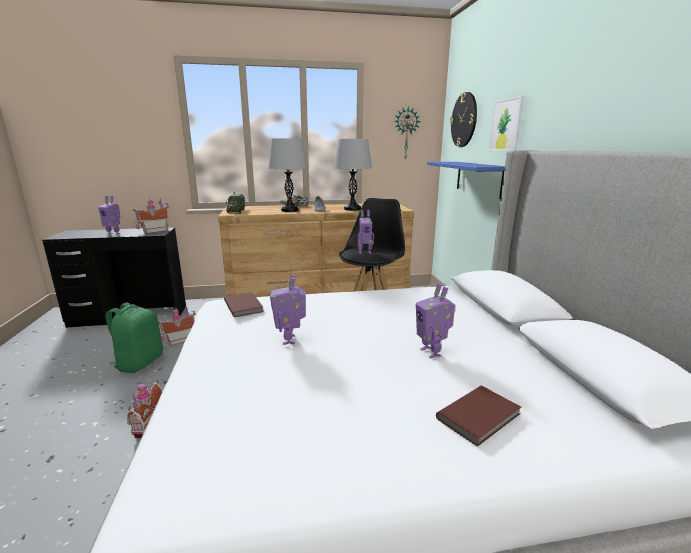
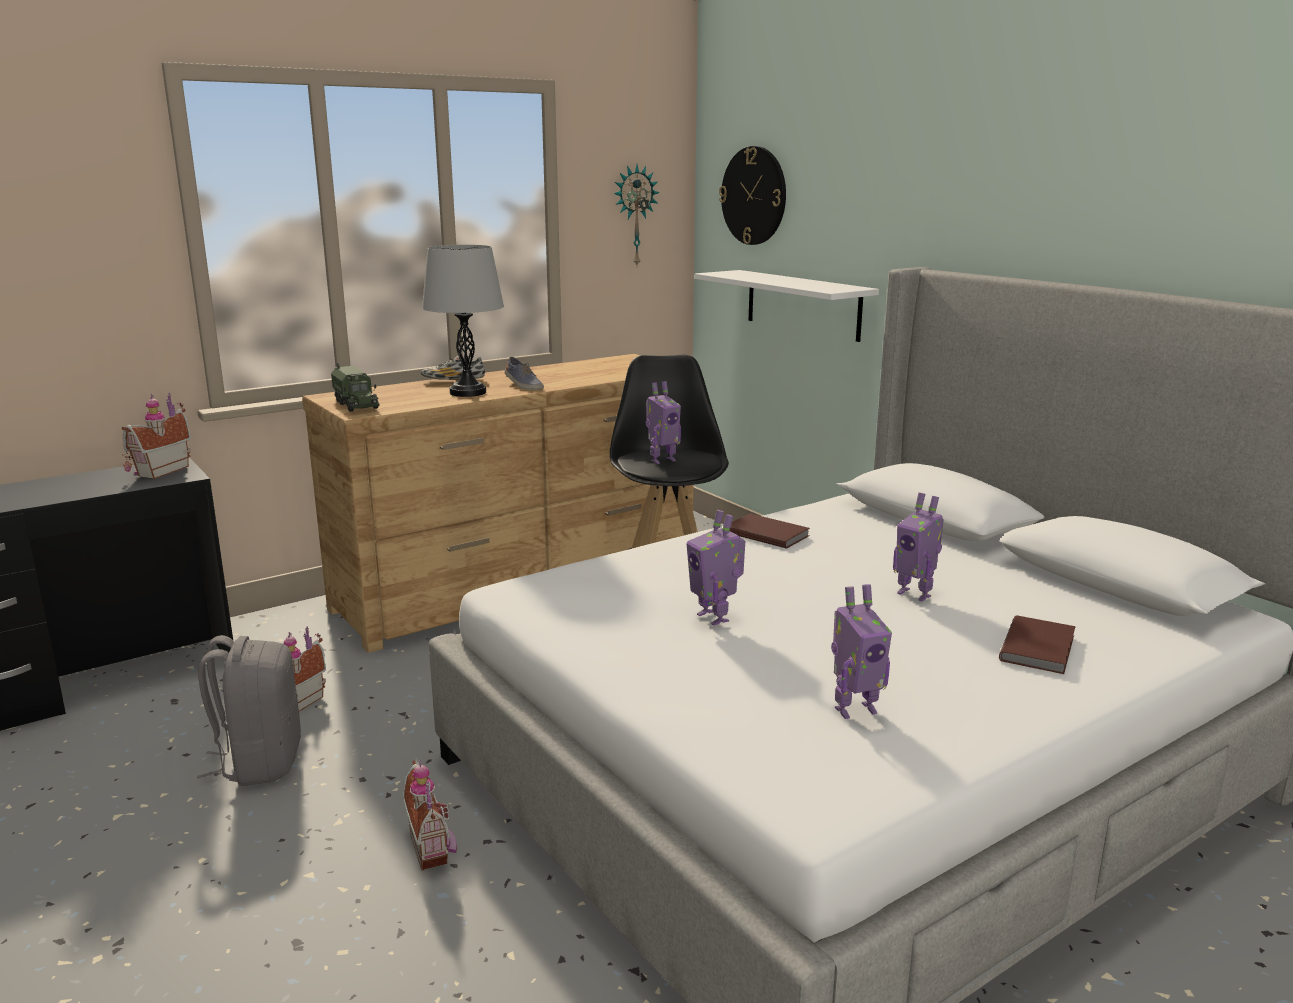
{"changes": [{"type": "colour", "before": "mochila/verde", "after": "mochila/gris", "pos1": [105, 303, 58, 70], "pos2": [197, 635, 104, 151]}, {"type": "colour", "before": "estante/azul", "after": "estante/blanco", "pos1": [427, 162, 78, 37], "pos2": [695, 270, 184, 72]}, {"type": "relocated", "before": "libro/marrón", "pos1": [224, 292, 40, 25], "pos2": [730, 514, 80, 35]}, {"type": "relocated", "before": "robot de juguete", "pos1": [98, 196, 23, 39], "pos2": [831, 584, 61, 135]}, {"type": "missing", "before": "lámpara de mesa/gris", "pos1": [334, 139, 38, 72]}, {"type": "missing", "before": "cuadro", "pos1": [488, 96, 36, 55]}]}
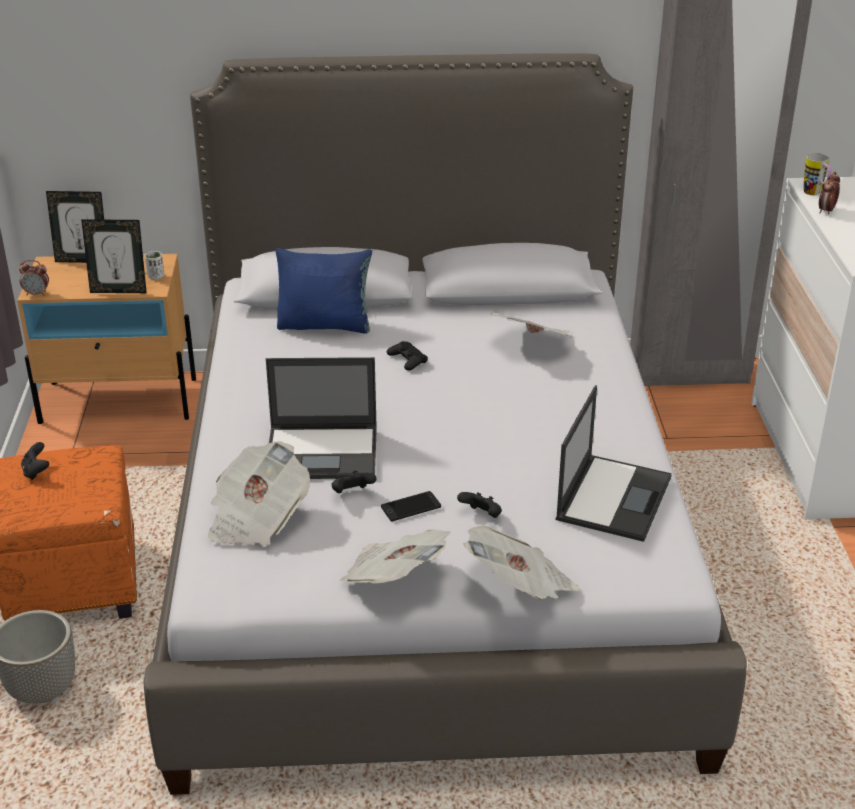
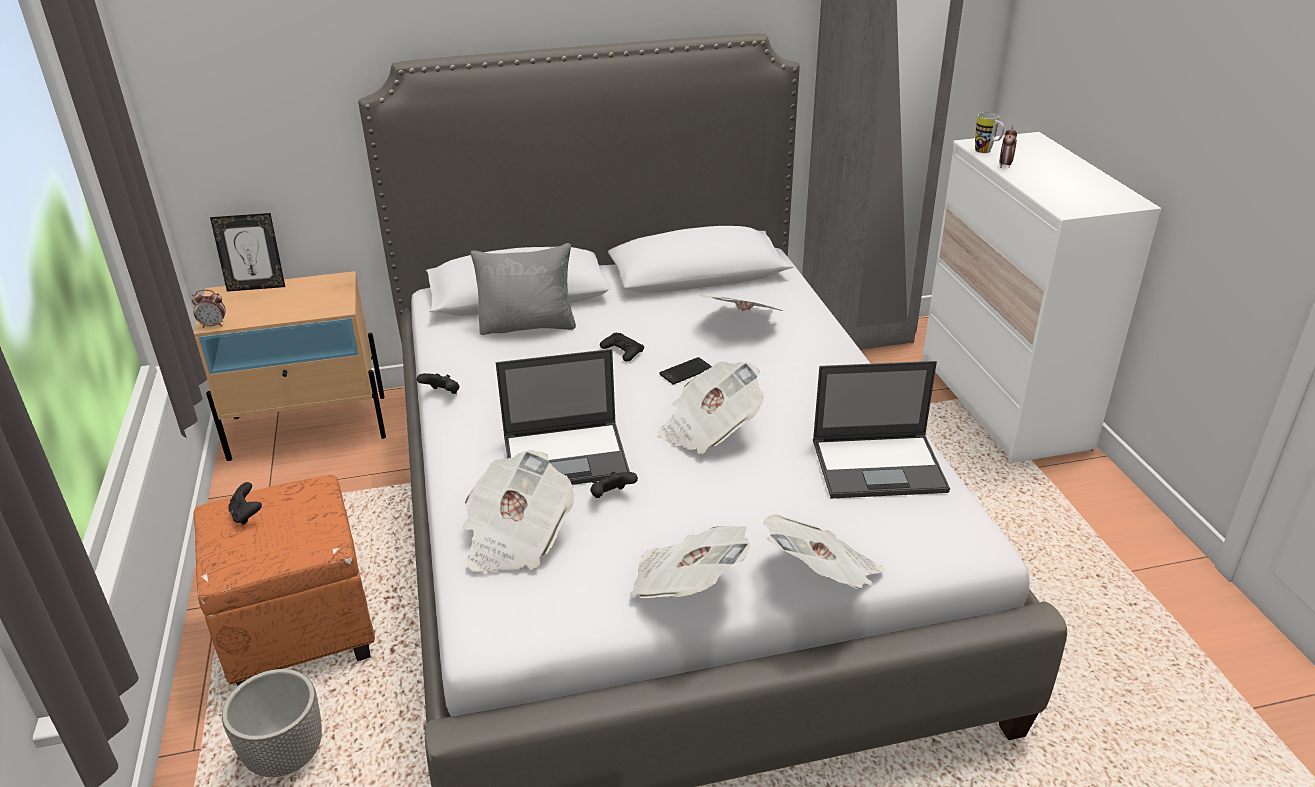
{"changes": [{"type": "relocated", "before": "mando de consola/negro", "pos1": [457, 492, 45, 26], "pos2": [417, 373, 43, 21]}, {"type": "colour", "before": "cojín/azul", "after": "cojín/gris", "pos1": [275, 248, 97, 86], "pos2": [470, 243, 106, 92]}, {"type": "appeared", "after": "periódico", "pos2": [658, 361, 106, 93]}, {"type": "relocated", "before": "móvil", "pos1": [381, 491, 60, 31], "pos2": [659, 357, 53, 27]}, {"type": "spun", "before": "portátil", "pos1": [555, 385, 117, 157], "pos2": [813, 361, 137, 138], "turn": 75}, {"type": "missing", "before": "portarretratos", "pos1": [81, 219, 66, 74]}, {"type": "missing", "before": "taza/blanco", "pos1": [144, 251, 20, 29]}]}
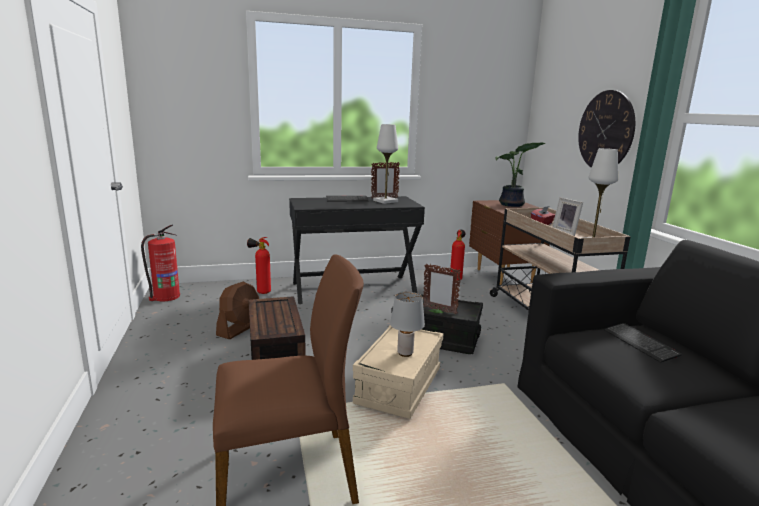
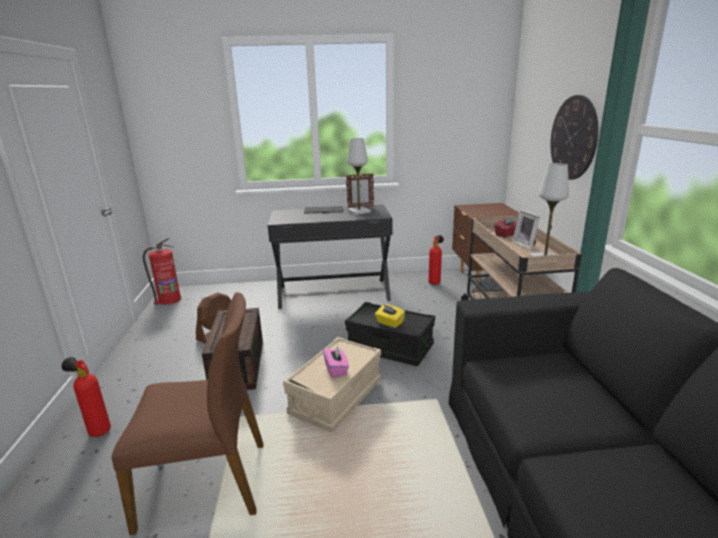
{"changes": [{"type": "relocated", "before": "extintor", "pos1": [247, 237, 24, 57], "pos2": [62, 357, 49, 80]}, {"type": "exchanged", "before": "lámpara de mesa/gris", "after": "caja de pañuelos/rosa", "pos1": [390, 292, 35, 65], "pos2": [323, 345, 26, 33]}, {"type": "exchanged", "before": "portarretratos", "after": "caja de pañuelos/amarillo", "pos1": [423, 264, 38, 50], "pos2": [375, 304, 30, 24]}, {"type": "missing", "before": "planta en maceta", "pos1": [495, 142, 51, 65]}, {"type": "missing", "before": "teclado", "pos1": [604, 323, 78, 40]}]}
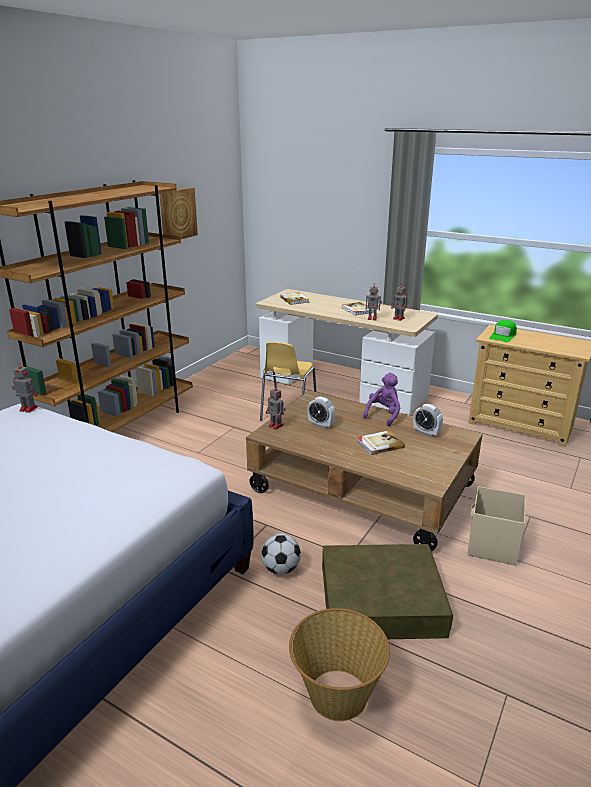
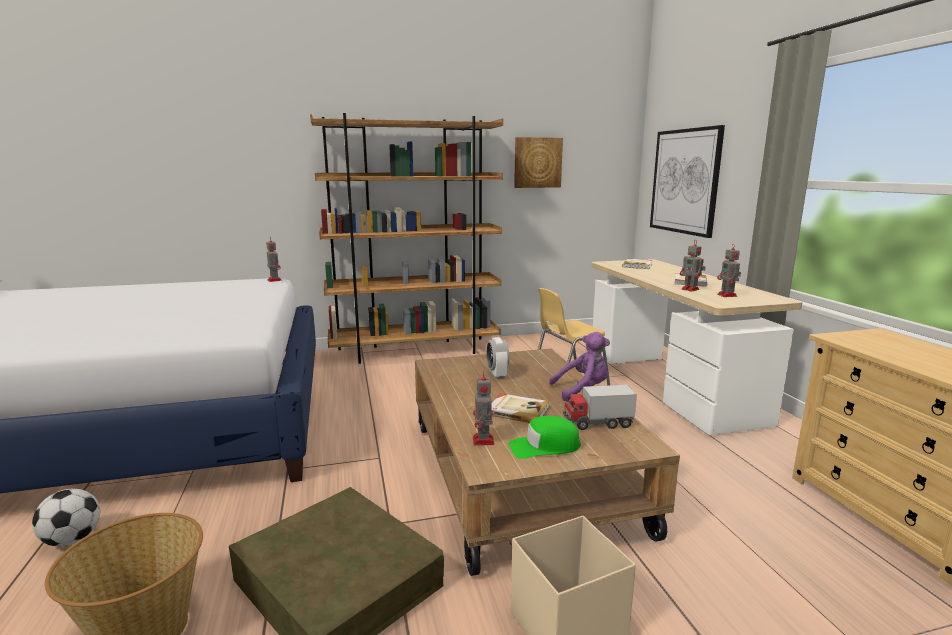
{"changes": [{"type": "relocated", "before": "balón de fútbol", "pos1": [261, 533, 40, 42], "pos2": [32, 489, 68, 57]}, {"type": "relocated", "before": "robot de juguete", "pos1": [266, 386, 20, 44], "pos2": [473, 371, 21, 74]}, {"type": "relocated", "before": "gorra/verde", "pos1": [489, 320, 28, 22], "pos2": [508, 416, 72, 43]}, {"type": "exchanged", "before": "despertador", "after": "camión de juguete", "pos1": [413, 404, 30, 33], "pos2": [563, 385, 74, 45]}, {"type": "appeared", "after": "cuadro", "pos2": [650, 125, 75, 113]}]}
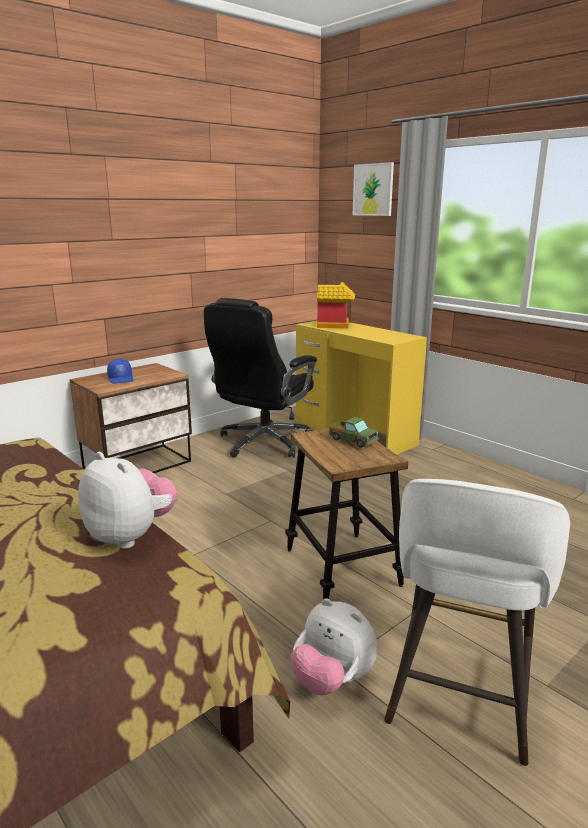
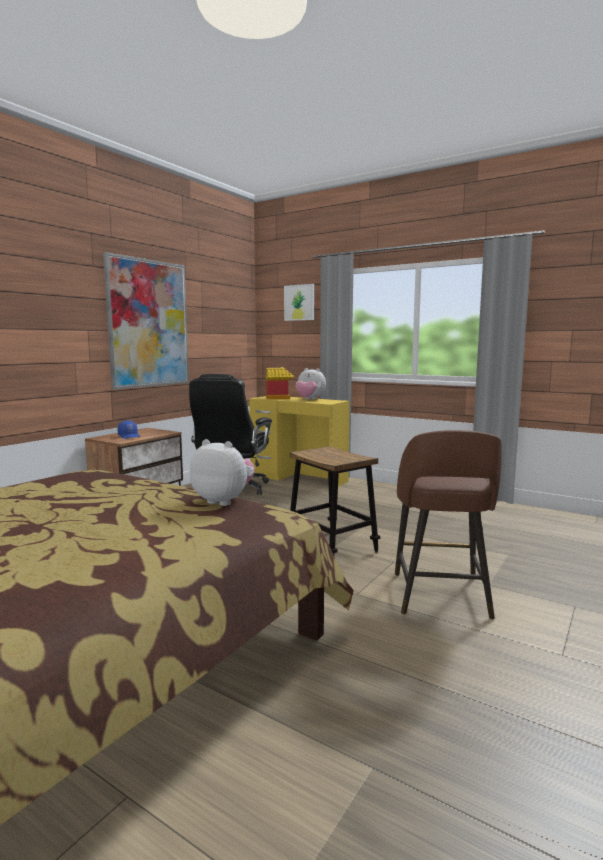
{"changes": [{"type": "appeared", "after": "cuadro", "pos2": [103, 252, 86, 137]}, {"type": "relocated", "before": "peluche", "pos1": [291, 598, 87, 97], "pos2": [295, 368, 31, 32]}, {"type": "colour", "before": "taburete/blanco", "after": "taburete/marrón", "pos1": [384, 479, 186, 287], "pos2": [395, 430, 107, 189]}, {"type": "missing", "before": "camión de juguete", "pos1": [329, 417, 49, 31]}]}
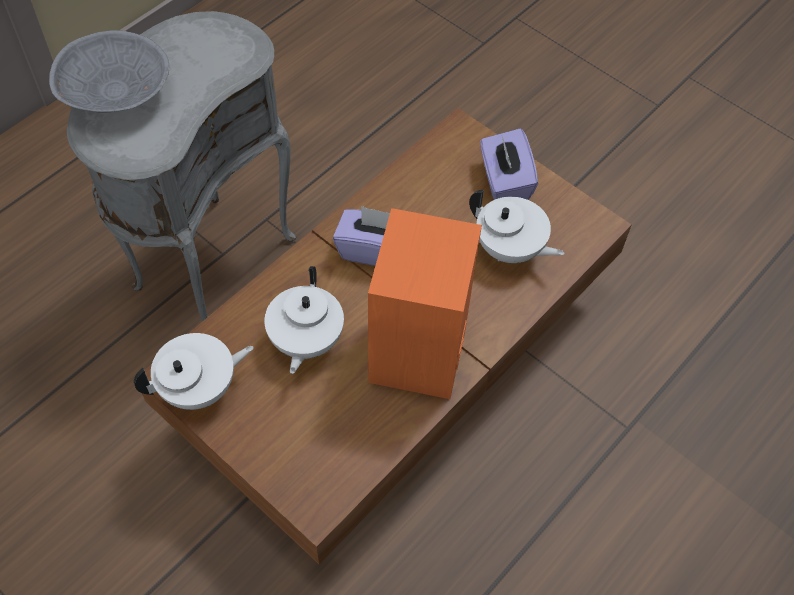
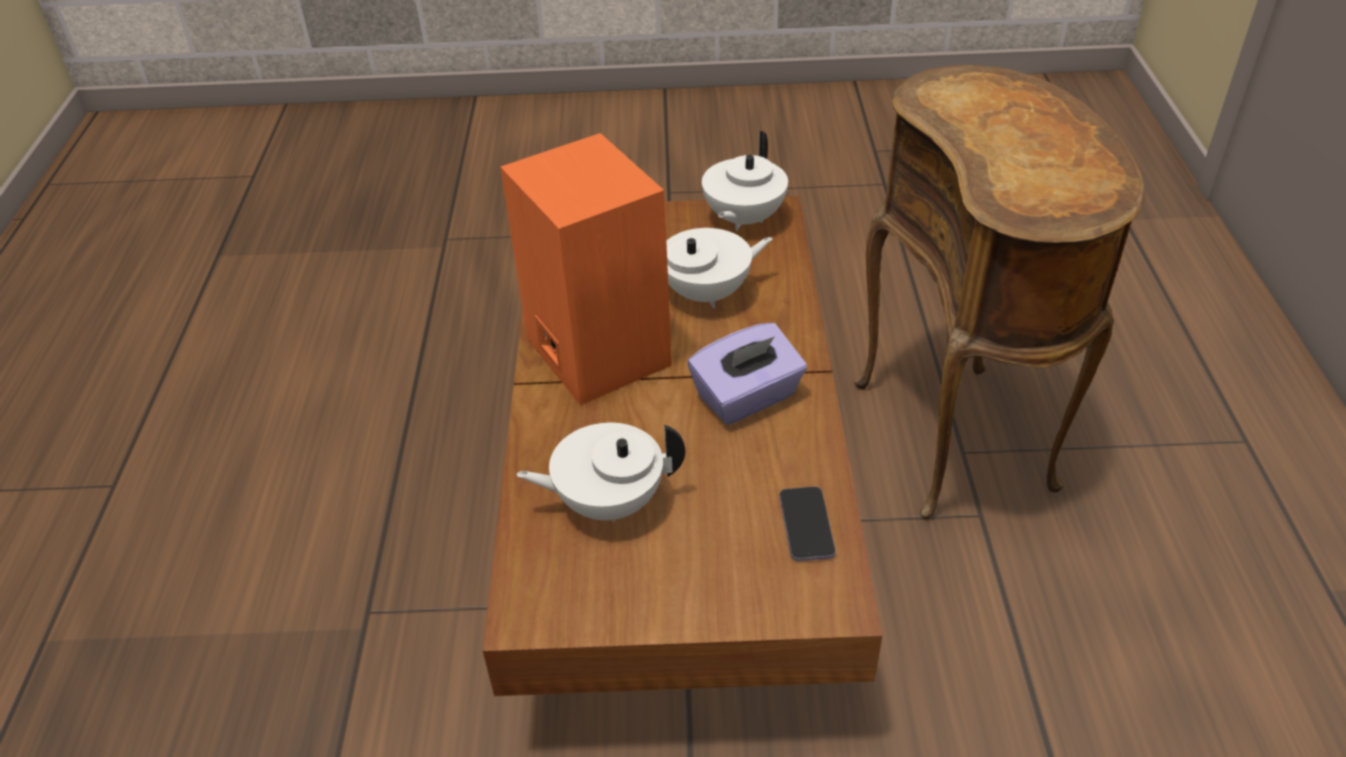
{"changes": [{"type": "spun", "before": "tetera/blanco", "pos1": [264, 266, 80, 108], "pos2": [666, 228, 107, 80], "turn": 105}, {"type": "appeared", "after": "móvil", "pos2": [780, 487, 56, 74]}, {"type": "colour", "before": "mesa auxiliar/gris", "after": "mesa auxiliar/marrón", "pos1": [67, 11, 229, 311], "pos2": [854, 65, 291, 454]}, {"type": "missing", "before": "cuenco/gris", "pos1": [49, 30, 120, 83]}, {"type": "missing", "before": "caja de pañuelos/morado", "pos1": [480, 128, 58, 72]}]}
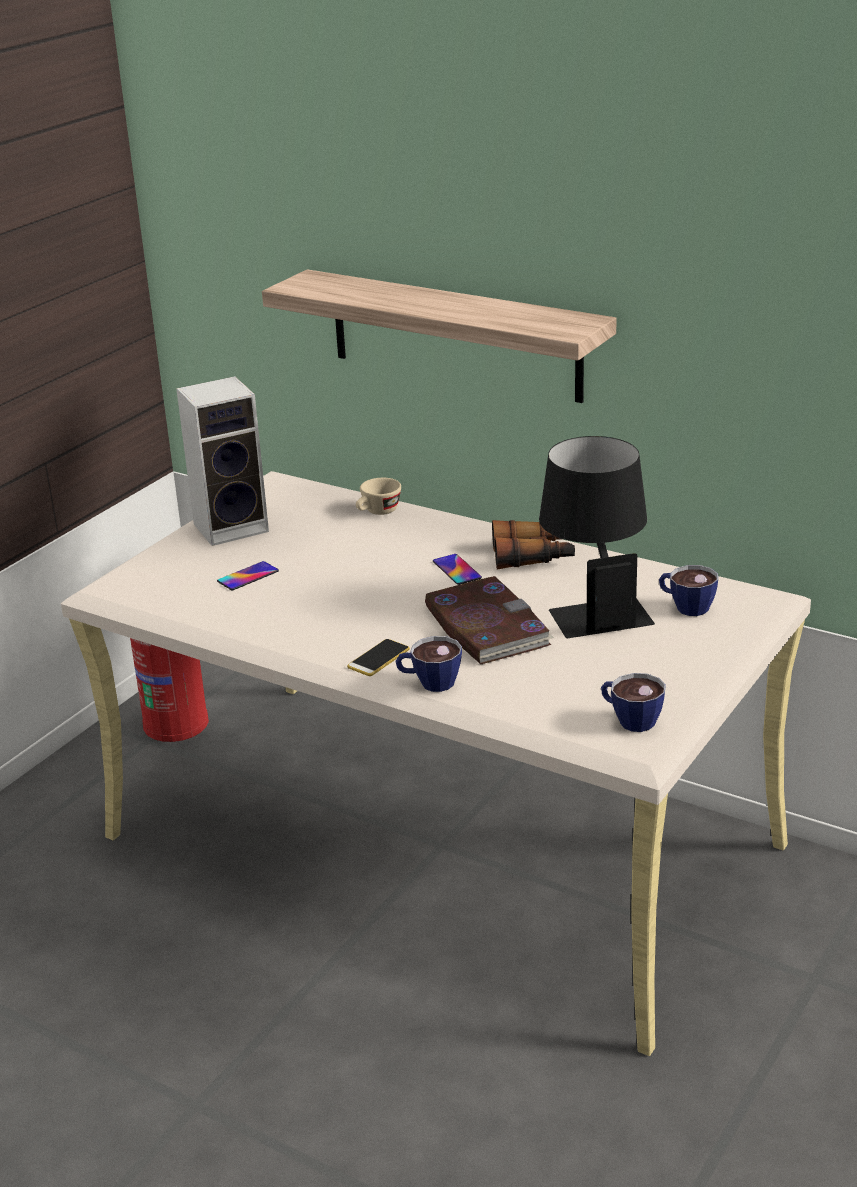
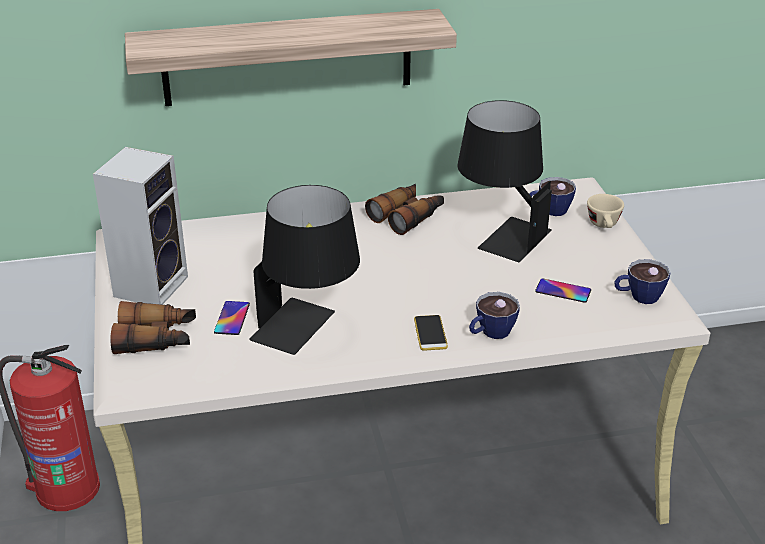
{"changes": [{"type": "appeared", "after": "prismáticos", "pos2": [110, 301, 86, 53]}, {"type": "appeared", "after": "lámpara de mesa/negro", "pos2": [249, 185, 111, 170]}, {"type": "relocated", "before": "móvil", "pos1": [433, 554, 49, 31], "pos2": [535, 278, 56, 25]}, {"type": "relocated", "before": "taza/beis", "pos1": [356, 478, 45, 37], "pos2": [587, 194, 37, 34]}, {"type": "missing", "before": "libro", "pos1": [425, 576, 129, 88]}]}
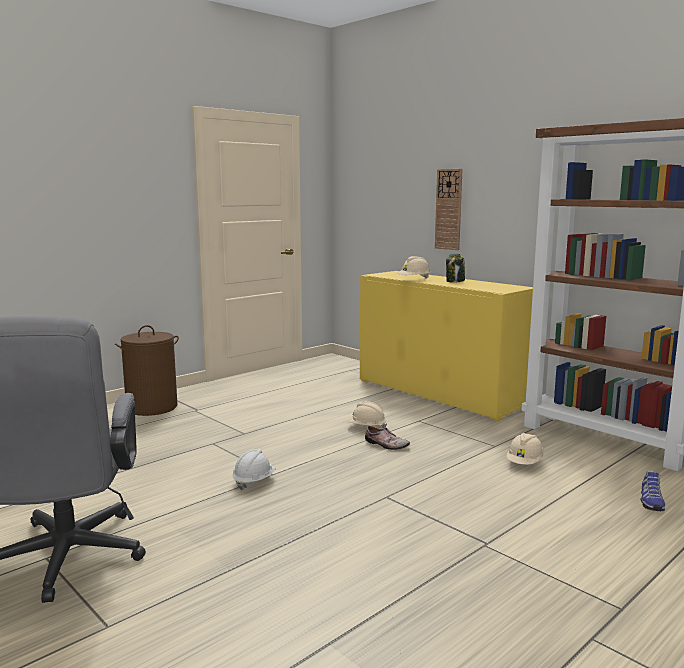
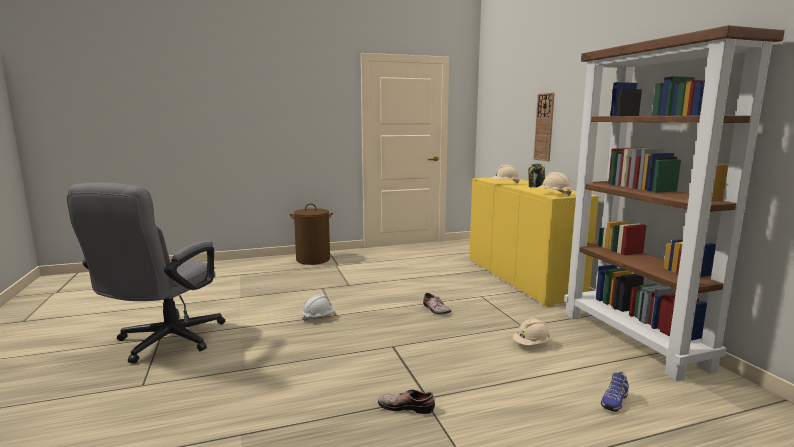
{"changes": [{"type": "appeared", "after": "zapato", "pos2": [378, 389, 57, 25]}, {"type": "relocated", "before": "casco/beis", "pos1": [347, 401, 40, 27], "pos2": [538, 172, 34, 24]}]}
